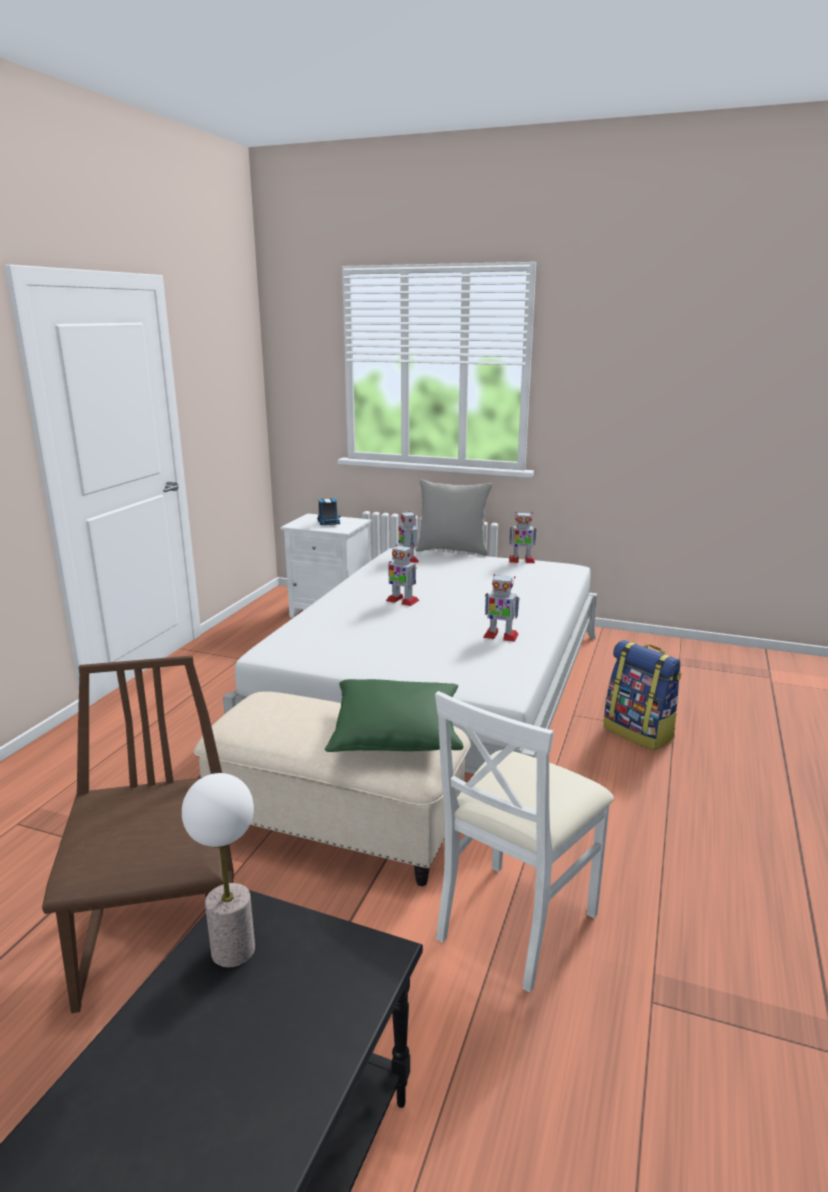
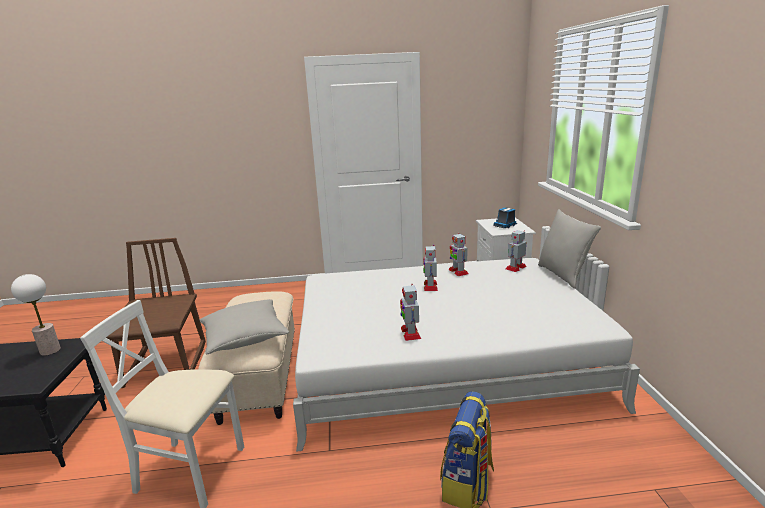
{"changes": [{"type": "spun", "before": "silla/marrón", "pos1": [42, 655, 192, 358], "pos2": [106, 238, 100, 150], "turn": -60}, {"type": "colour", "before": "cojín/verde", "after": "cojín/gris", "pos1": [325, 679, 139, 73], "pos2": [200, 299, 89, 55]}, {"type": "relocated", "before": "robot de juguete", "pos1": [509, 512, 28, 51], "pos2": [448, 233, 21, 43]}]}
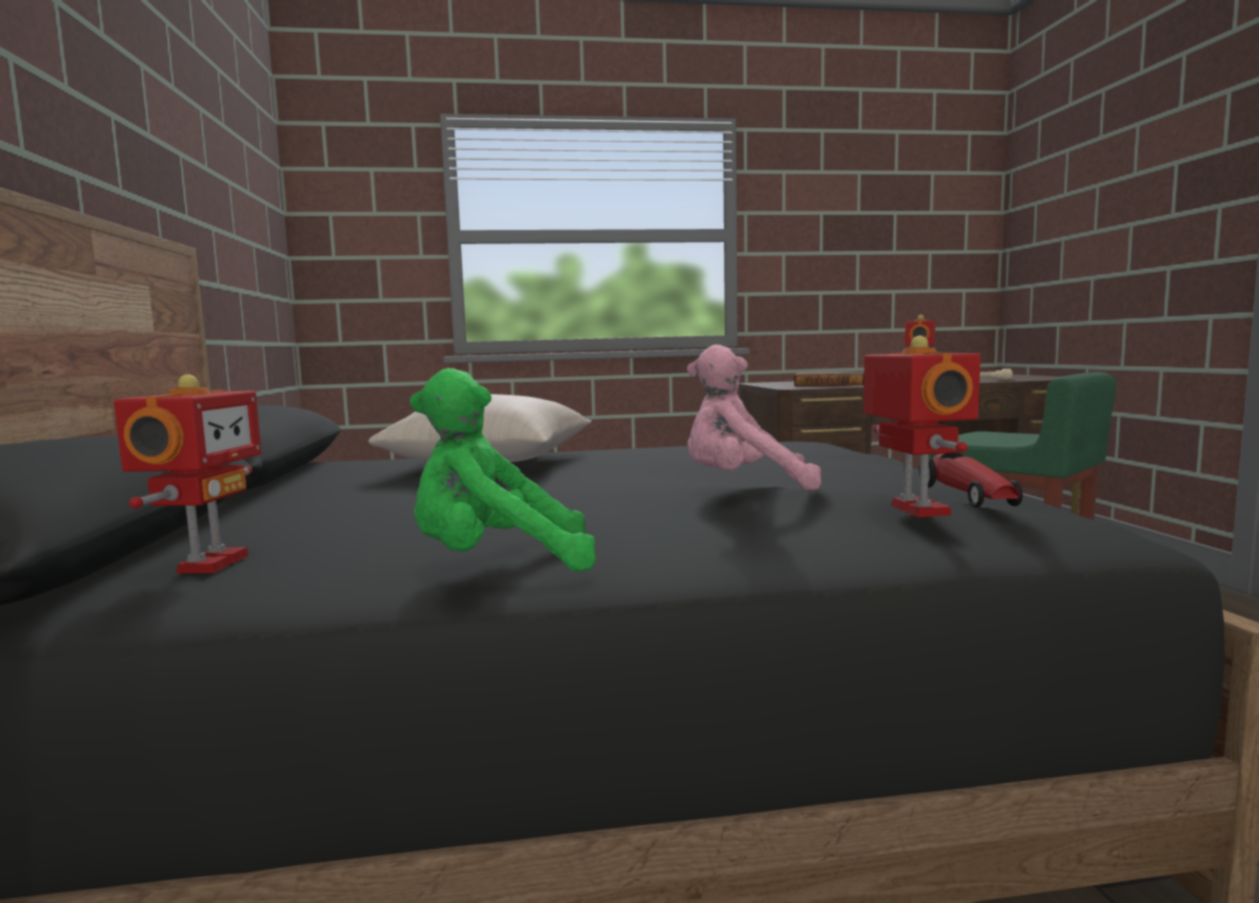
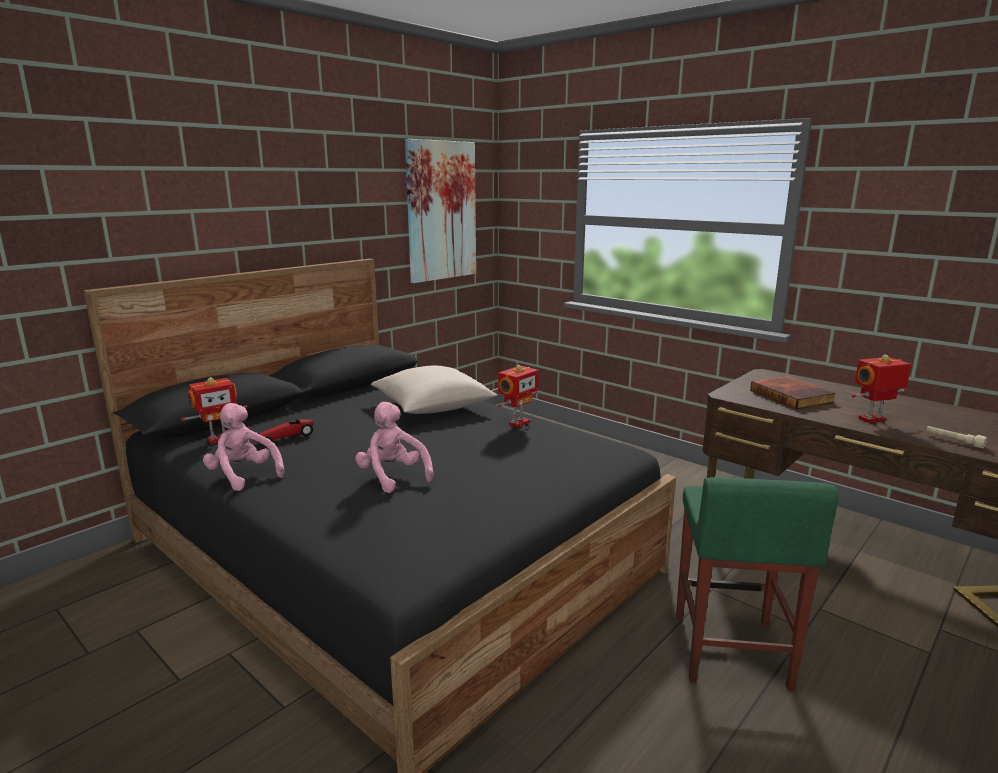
{"changes": [{"type": "colour", "before": "peluche/verde", "after": "peluche/rosa", "pos1": [410, 368, 186, 204], "pos2": [203, 403, 81, 88]}, {"type": "relocated", "before": "coche de juguete", "pos1": [919, 452, 104, 55], "pos2": [254, 419, 60, 27]}, {"type": "appeared", "after": "cuadro", "pos2": [405, 139, 71, 144]}, {"type": "relocated", "before": "robot de juguete", "pos1": [864, 336, 117, 181], "pos2": [498, 365, 41, 63]}]}
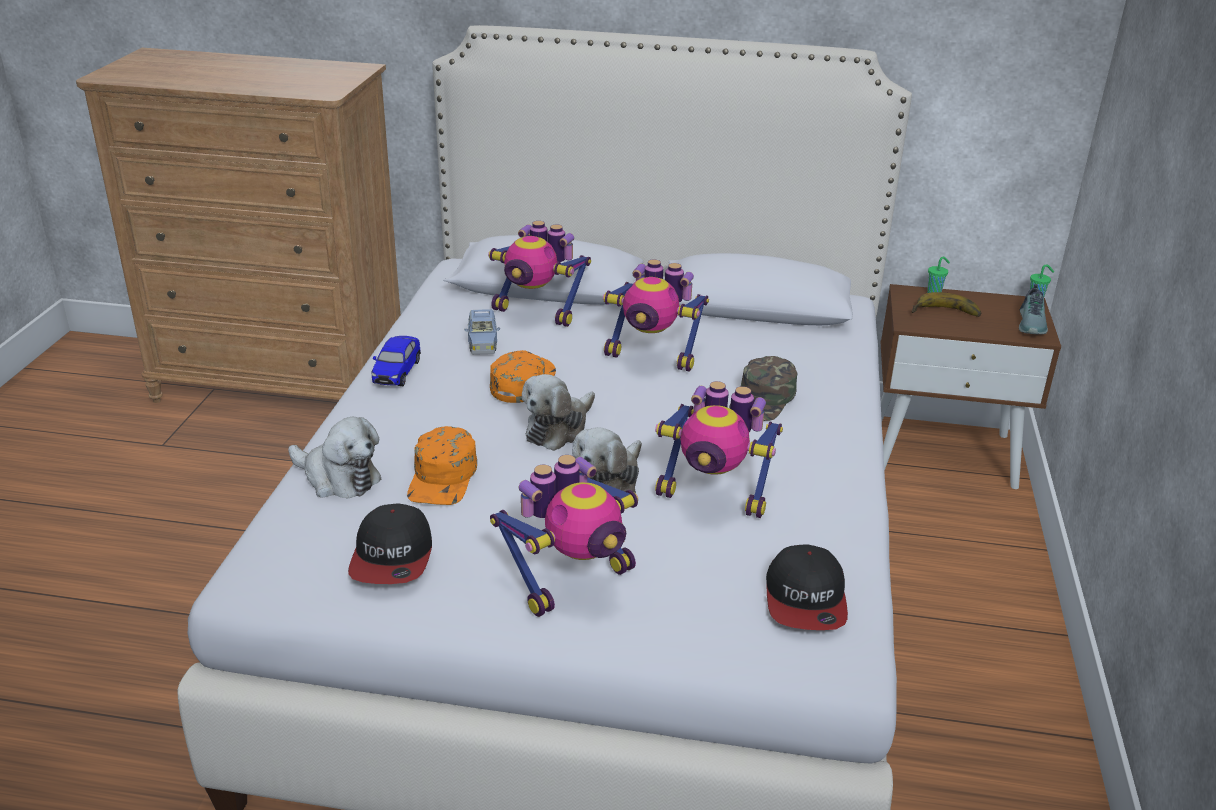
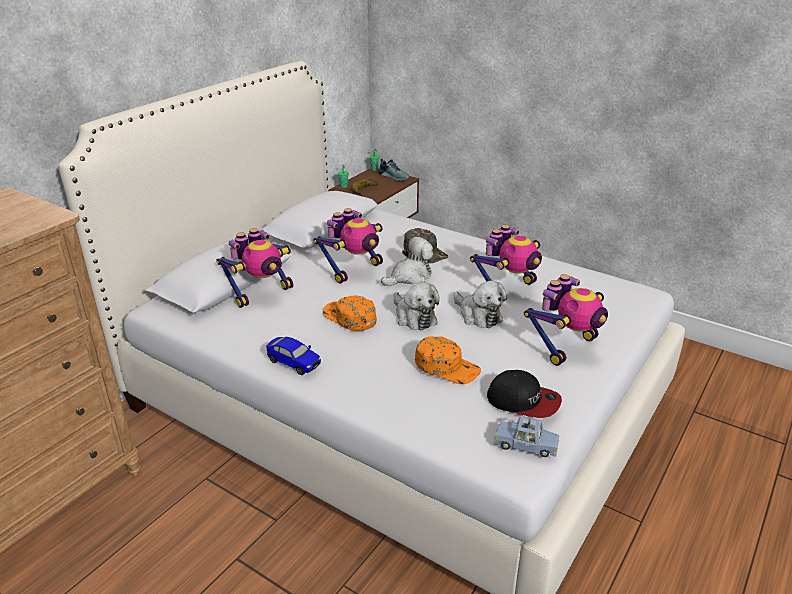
{"changes": [{"type": "relocated", "before": "peluche", "pos1": [288, 417, 93, 82], "pos2": [381, 237, 52, 49]}, {"type": "relocated", "before": "coche de juguete/azul", "pos1": [464, 309, 36, 46], "pos2": [493, 416, 67, 41]}, {"type": "spun", "before": "robot de juguete", "pos1": [490, 455, 148, 162], "pos2": [524, 274, 84, 92], "turn": 60}, {"type": "missing", "before": "gorra", "pos1": [766, 544, 82, 86]}]}
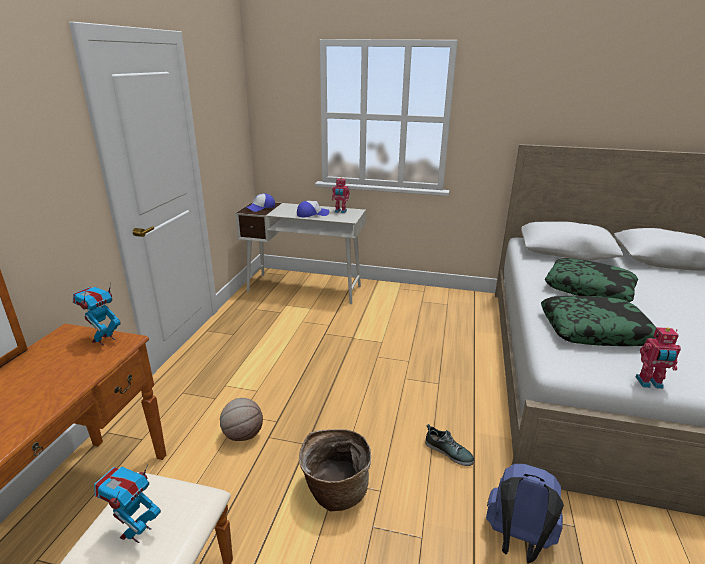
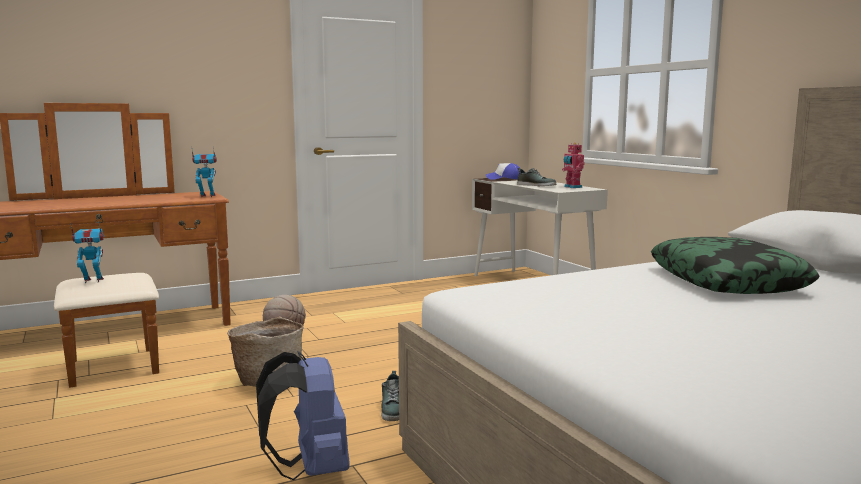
{"changes": [{"type": "exchanged", "before": "gorra", "after": "zapato", "pos1": [297, 201, 32, 16], "pos2": [517, 168, 39, 18]}, {"type": "missing", "before": "cojín", "pos1": [541, 296, 115, 50]}, {"type": "missing", "before": "robot de juguete", "pos1": [635, 327, 46, 62]}]}
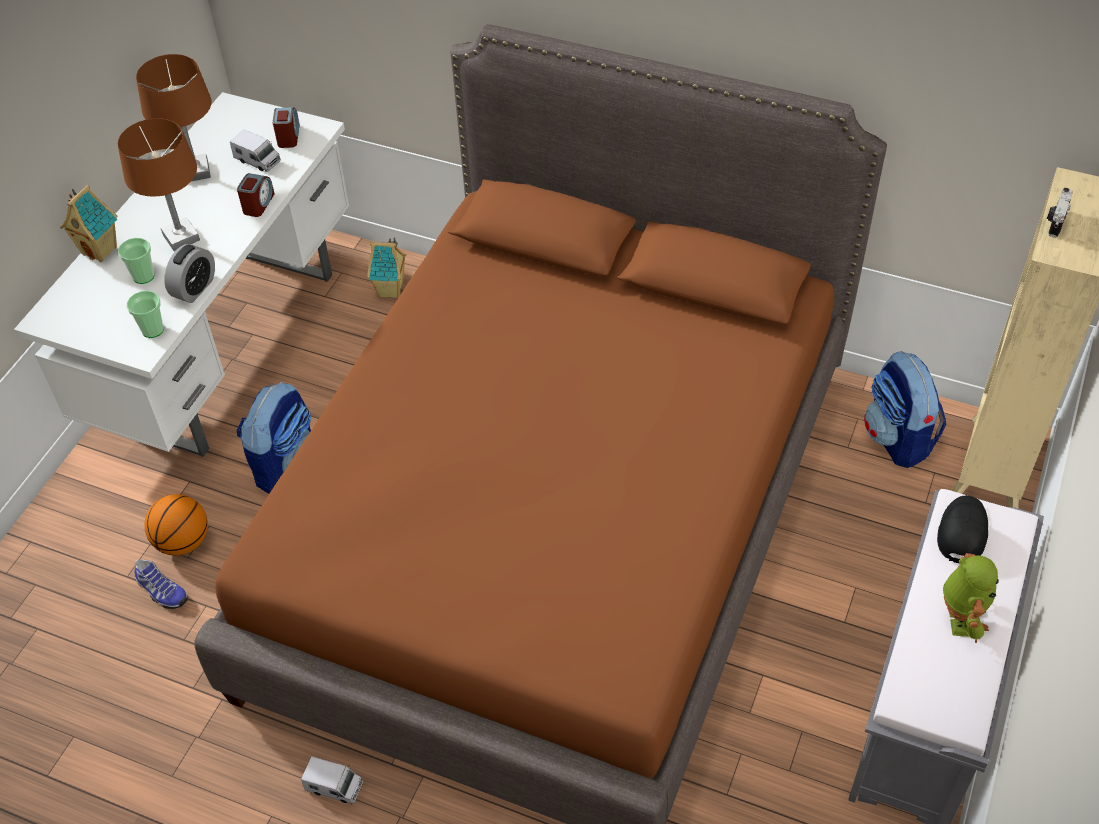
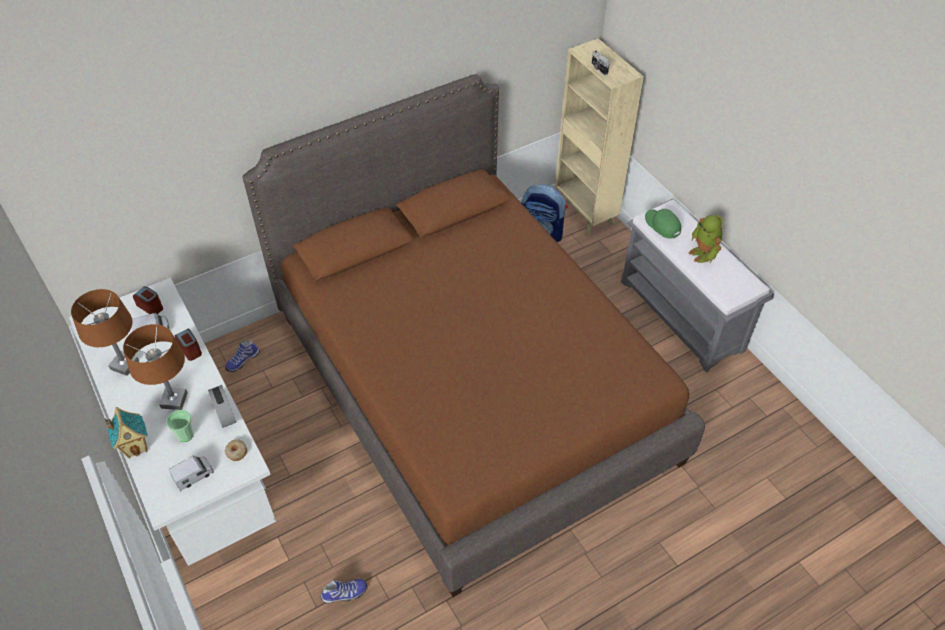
{"changes": [{"type": "relocated", "before": "camión de juguete", "pos1": [301, 756, 62, 48], "pos2": [168, 455, 46, 37]}, {"type": "exchanged", "before": "taza", "after": "rosquilla", "pos1": [127, 291, 37, 47], "pos2": [224, 440, 23, 21]}, {"type": "exchanged", "before": "casita", "after": "zapato", "pos1": [367, 237, 39, 62], "pos2": [225, 340, 35, 32]}, {"type": "colour", "before": "gorra/negro", "after": "gorra/verde", "pos1": [937, 496, 51, 67], "pos2": [645, 209, 36, 30]}, {"type": "spun", "before": "robot de juguete", "pos1": [943, 553, 56, 90], "pos2": [689, 215, 34, 48], "turn": -150}, {"type": "missing", "before": "balón de baloncesto", "pos1": [144, 494, 64, 62]}, {"type": "missing", "before": "mochila", "pos1": [237, 382, 74, 112]}]}
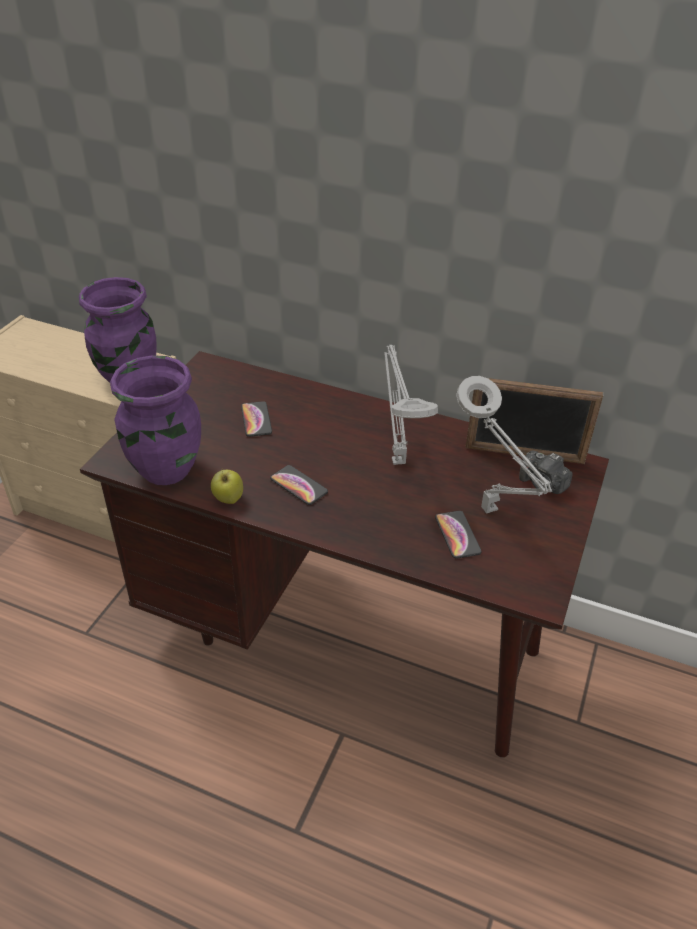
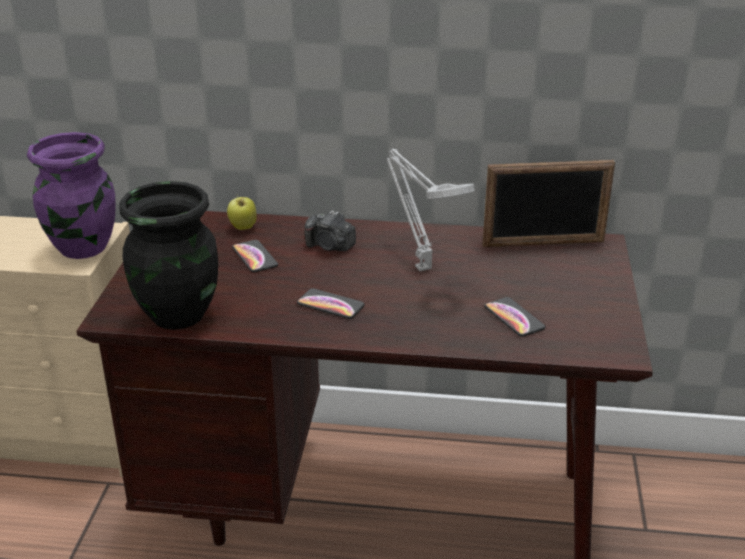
{"changes": [{"type": "colour", "before": "florero/morado", "after": "florero/negro", "pos1": [110, 355, 91, 130], "pos2": [120, 181, 98, 149]}, {"type": "relocated", "before": "manzana", "pos1": [211, 470, 32, 34], "pos2": [227, 196, 30, 34]}, {"type": "relocated", "before": "cámara", "pos1": [519, 451, 54, 43], "pos2": [305, 210, 51, 41]}, {"type": "missing", "before": "lámpara de mesa/gris", "pos1": [456, 376, 96, 138]}]}
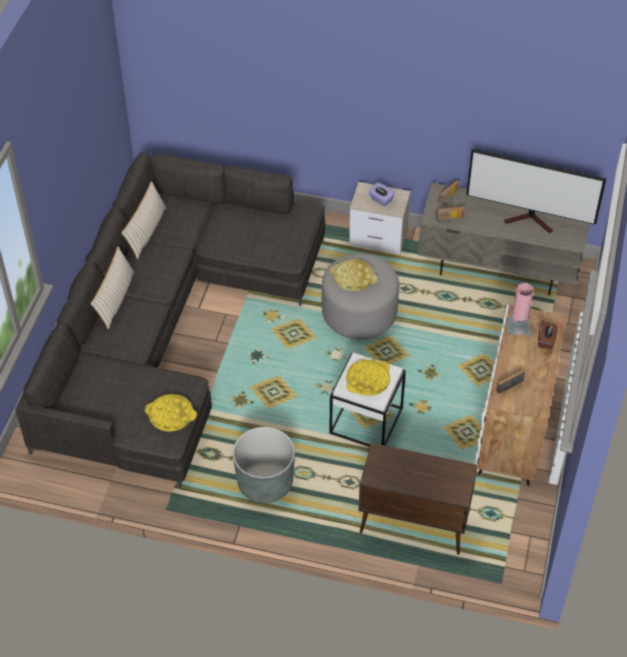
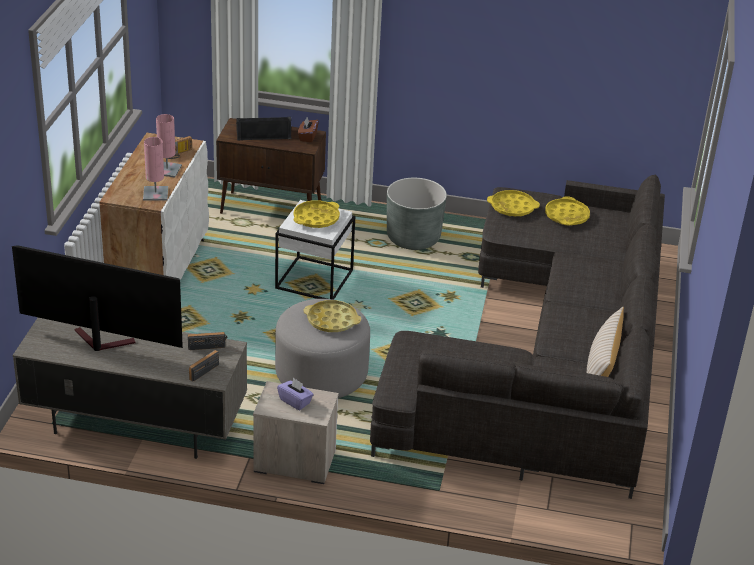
{"changes": [{"type": "appeared", "after": "lámpara de mesa/rosa", "pos2": [156, 114, 26, 63]}, {"type": "appeared", "after": "altavoz/negro", "pos2": [236, 117, 56, 23]}, {"type": "relocated", "before": "caja de pañuelos/marrón", "pos1": [538, 320, 20, 29], "pos2": [298, 117, 21, 25]}, {"type": "appeared", "after": "bandeja/amarillo", "pos2": [545, 196, 45, 30]}, {"type": "missing", "before": "cojín/beis", "pos1": [91, 247, 44, 83]}]}
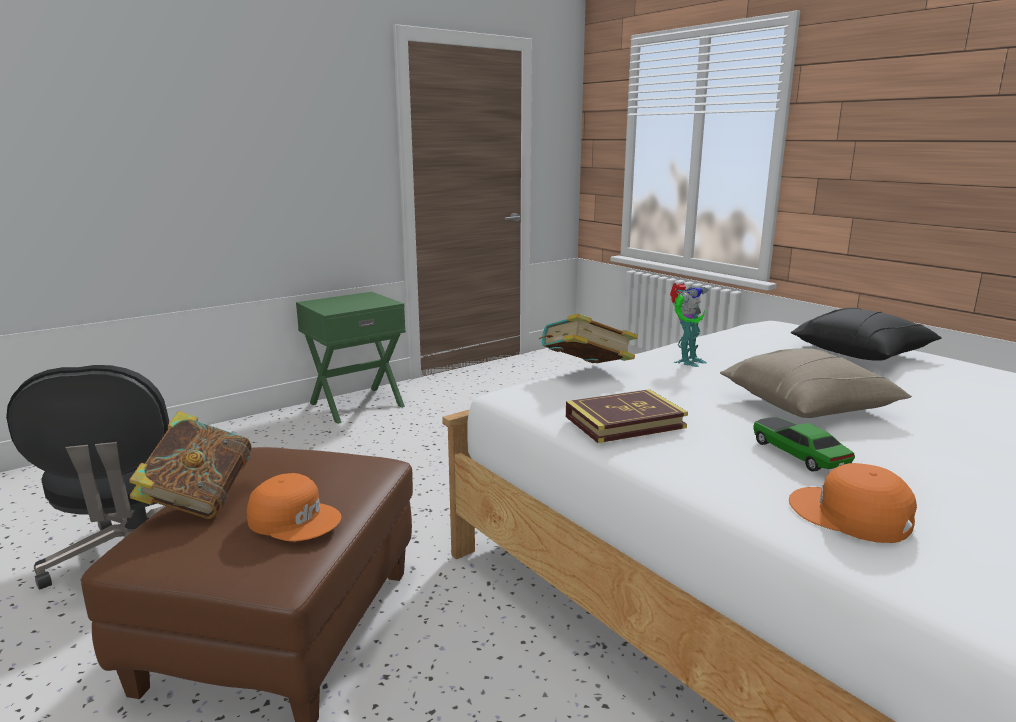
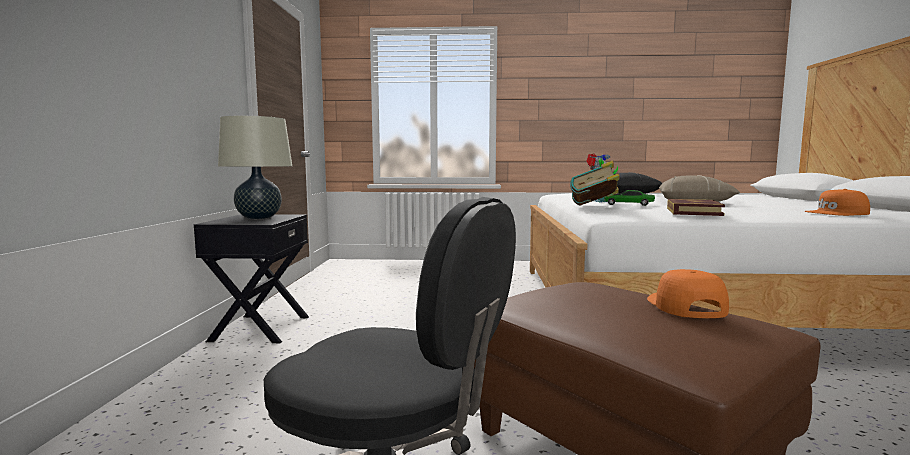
{"changes": [{"type": "colour", "before": "mesita de noche/verde", "after": "mesita de noche/negro", "pos1": [296, 292, 110, 132], "pos2": [194, 214, 115, 129]}, {"type": "appeared", "after": "lámpara de mesa/beis", "pos2": [218, 116, 74, 103]}, {"type": "relocated", "before": "coche de juguete", "pos1": [753, 417, 102, 54], "pos2": [604, 190, 51, 16]}, {"type": "spun", "before": "gorra/naranja", "pos1": [247, 473, 95, 68], "pos2": [647, 269, 82, 49], "turn": -60}, {"type": "missing", "before": "libro", "pos1": [130, 411, 122, 108]}]}
